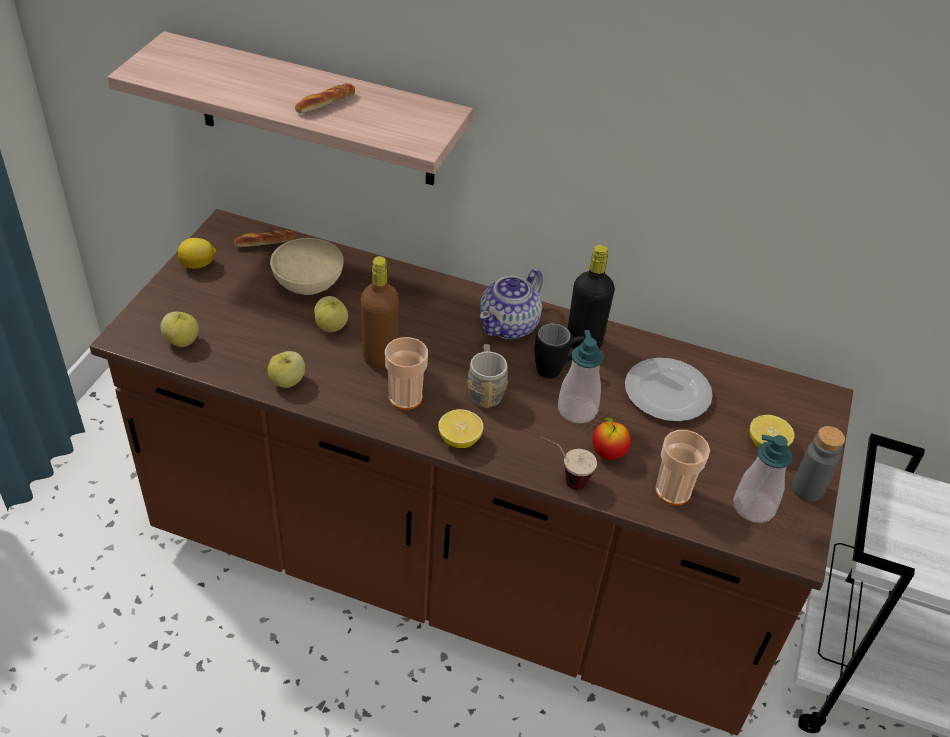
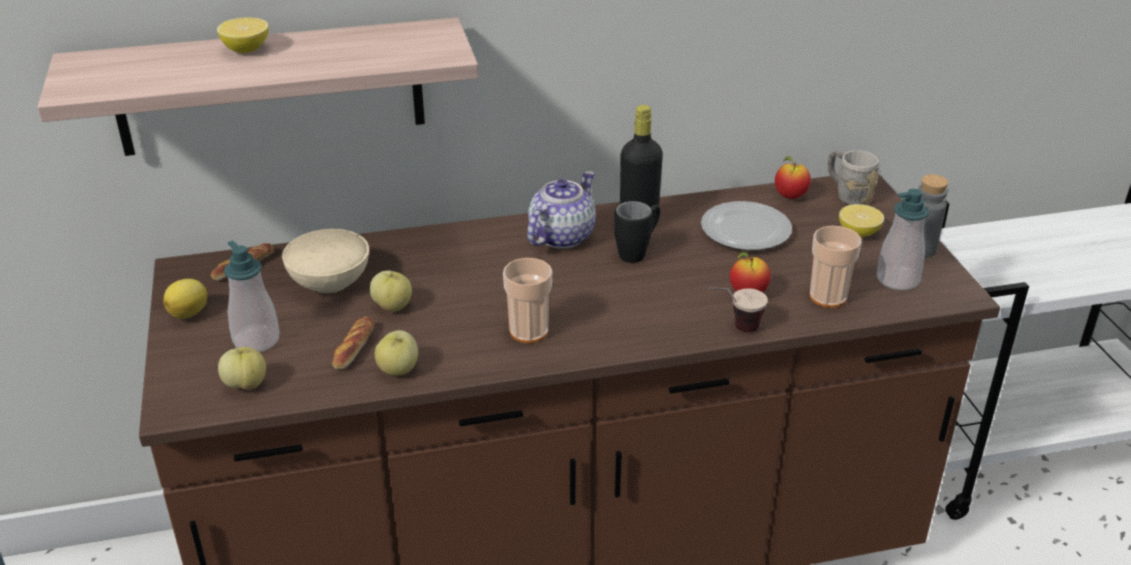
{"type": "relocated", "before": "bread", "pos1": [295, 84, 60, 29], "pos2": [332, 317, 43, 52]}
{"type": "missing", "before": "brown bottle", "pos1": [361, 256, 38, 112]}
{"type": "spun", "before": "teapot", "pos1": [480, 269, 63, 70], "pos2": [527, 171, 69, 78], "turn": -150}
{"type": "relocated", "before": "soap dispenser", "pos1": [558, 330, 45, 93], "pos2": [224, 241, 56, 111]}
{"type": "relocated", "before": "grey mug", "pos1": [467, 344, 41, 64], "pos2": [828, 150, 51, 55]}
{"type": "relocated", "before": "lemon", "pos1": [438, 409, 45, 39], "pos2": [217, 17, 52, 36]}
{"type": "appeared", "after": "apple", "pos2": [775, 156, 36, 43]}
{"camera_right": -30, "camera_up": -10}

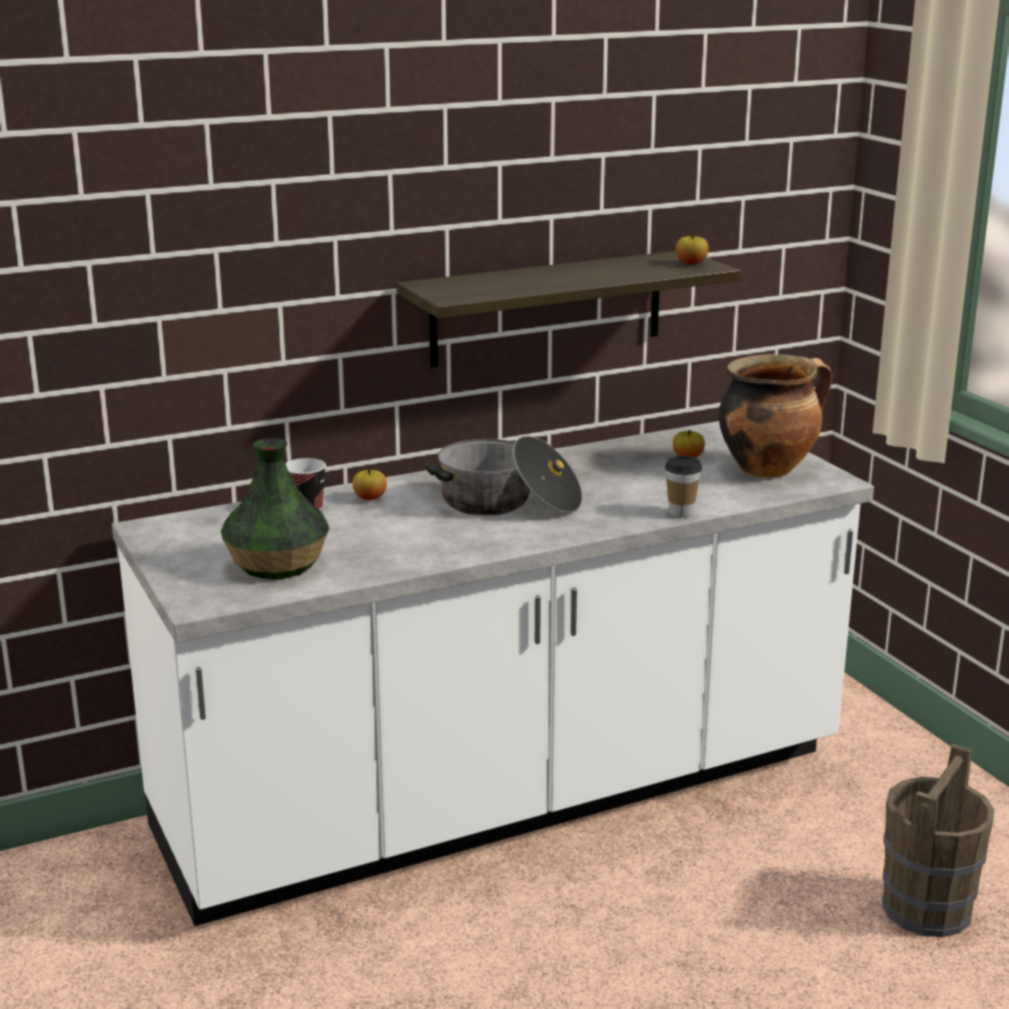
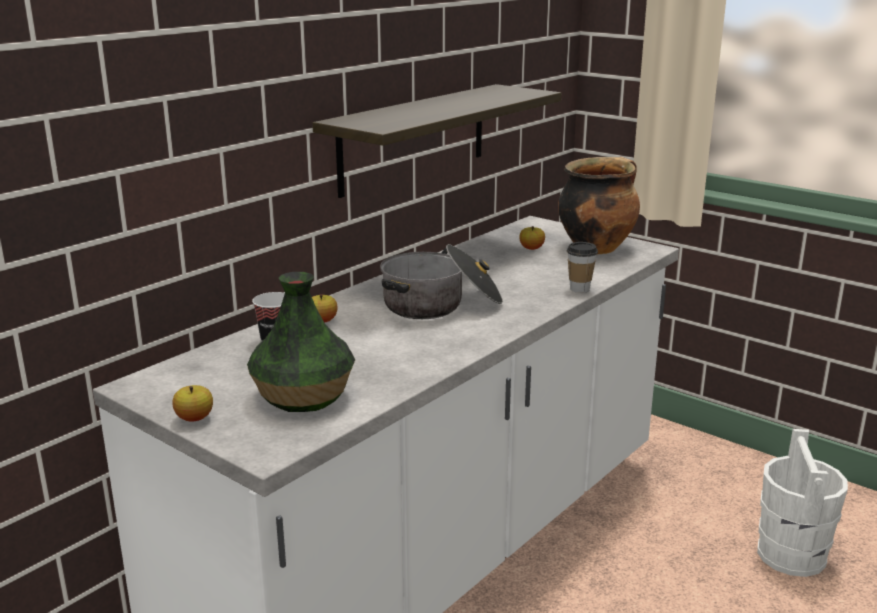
{"type": "relocated", "before": "apple", "pos1": [676, 234, 33, 30], "pos2": [172, 385, 41, 37]}
{"type": "colour", "before": "brown bucket", "after": "white bucket", "pos1": [882, 744, 113, 193], "pos2": [757, 429, 91, 148]}
{"camera_right": -25, "camera_up": 0}

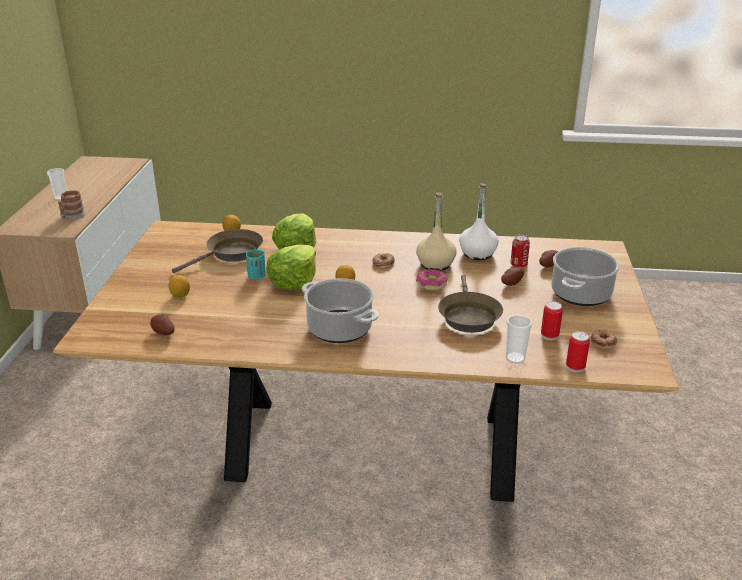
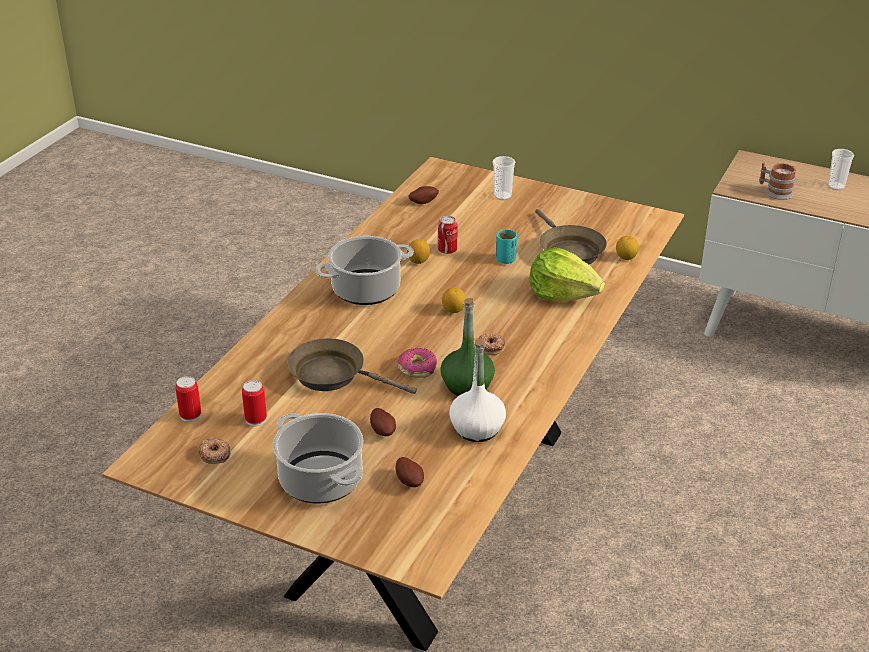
{"type": "colour", "before": "beige bottle", "after": "green bottle", "pos1": [416, 192, 40, 79], "pos2": [440, 298, 55, 98]}
{"type": "relocated", "before": "can", "pos1": [510, 234, 20, 34], "pos2": [438, 216, 19, 38]}
{"type": "missing", "before": "lettuce", "pos1": [266, 245, 50, 46]}
{"type": "relocated", "before": "lemon", "pos1": [169, 275, 21, 23], "pos2": [407, 239, 23, 25]}
{"type": "relocated", "before": "cup", "pos1": [506, 315, 26, 49], "pos2": [493, 156, 22, 44]}
{"camera_right": 110, "camera_up": 5}

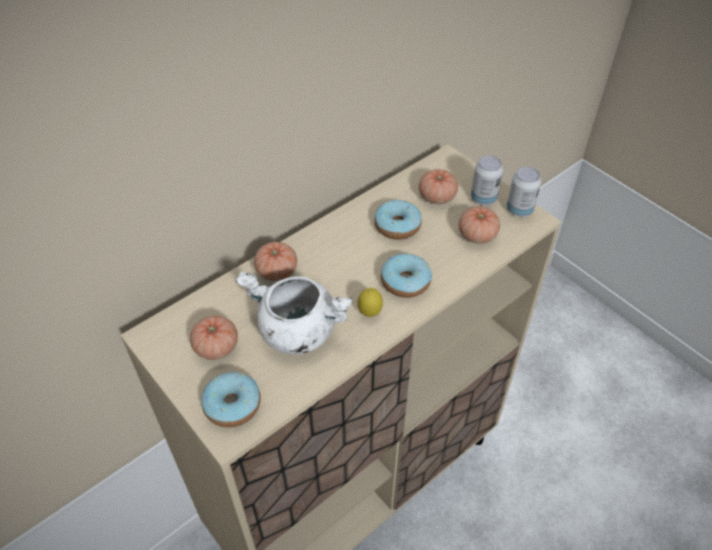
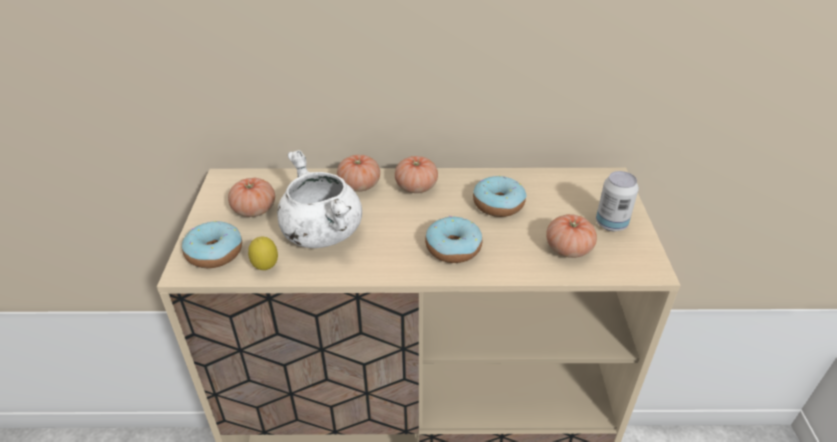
{"type": "missing", "before": "can", "pos1": [506, 167, 35, 50]}
{"type": "relocated", "before": "tomato", "pos1": [419, 169, 39, 35], "pos2": [395, 156, 43, 37]}
{"type": "relocated", "before": "lemon", "pos1": [358, 288, 25, 29], "pos2": [248, 237, 30, 33]}
{"camera_right": 40, "camera_up": -10}

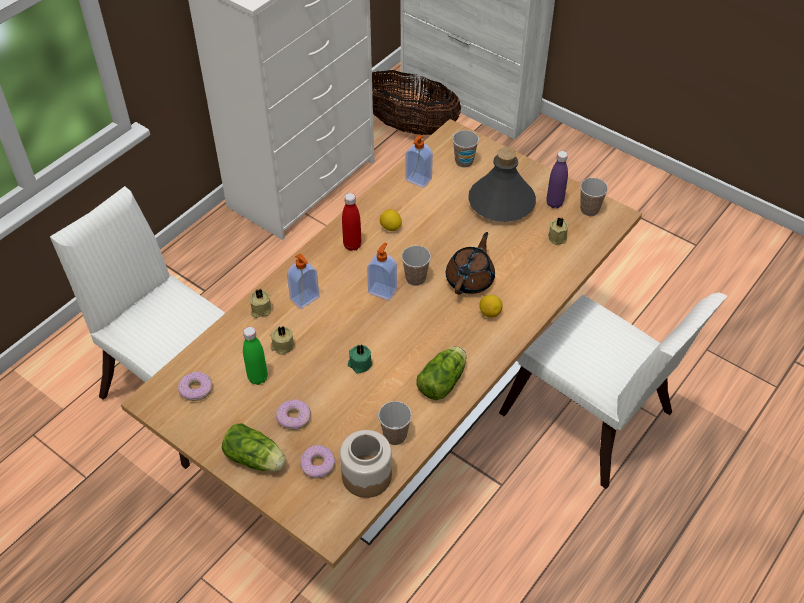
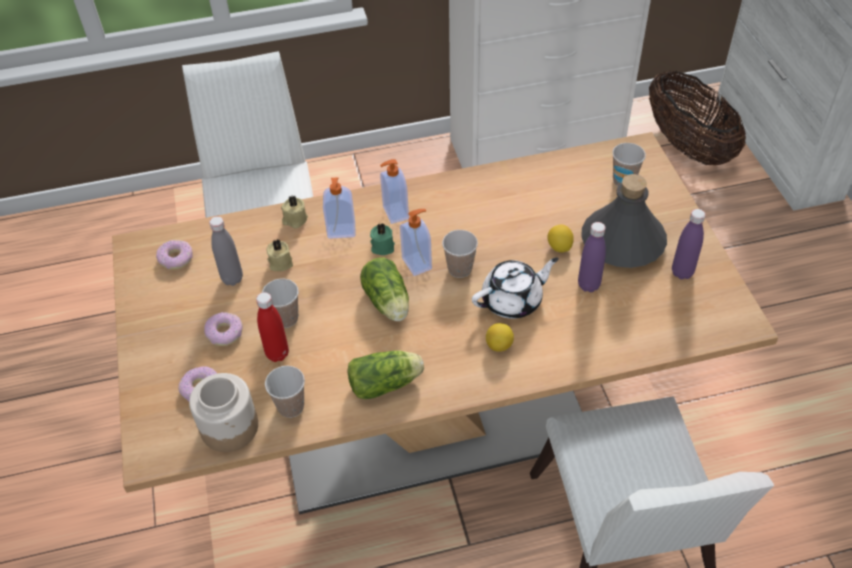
{"type": "relocated", "before": "soap dispenser", "pos1": [406, 135, 27, 53], "pos2": [380, 159, 29, 65]}
{"type": "relocated", "before": "cup", "pos1": [580, 178, 28, 38], "pos2": [262, 278, 37, 50]}
{"type": "relocated", "before": "red bottle", "pos1": [342, 193, 20, 58], "pos2": [256, 292, 33, 70]}
{"type": "relocated", "before": "lemon", "pos1": [380, 209, 22, 22], "pos2": [547, 224, 27, 29]}
{"type": "missing", "before": "beige candle", "pos1": [548, 217, 20, 28]}
{"type": "colour", "before": "brown teapot", "after": "white teapot", "pos1": [446, 232, 49, 63], "pos2": [472, 258, 87, 61]}
{"type": "colour", "before": "green bottle", "after": "grey bottle", "pos1": [243, 326, 25, 59], "pos2": [209, 216, 34, 70]}
{"type": "relocated", "before": "green candle", "pos1": [348, 344, 24, 29], "pos2": [370, 223, 25, 32]}
{"type": "relocated", "before": "lettuce", "pos1": [222, 423, 64, 49], "pos2": [360, 257, 49, 64]}
{"type": "appeared", "after": "purple bottle", "pos2": [578, 222, 28, 70]}
{"camera_right": 40, "camera_up": 0}

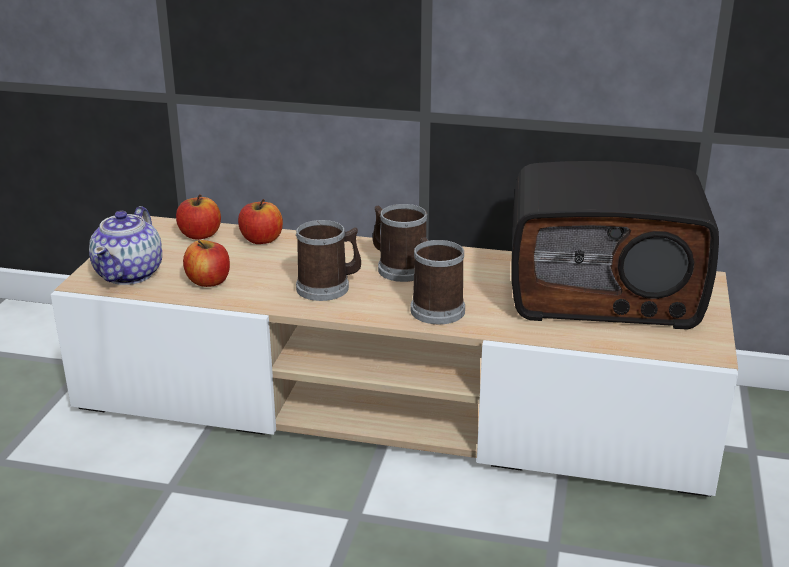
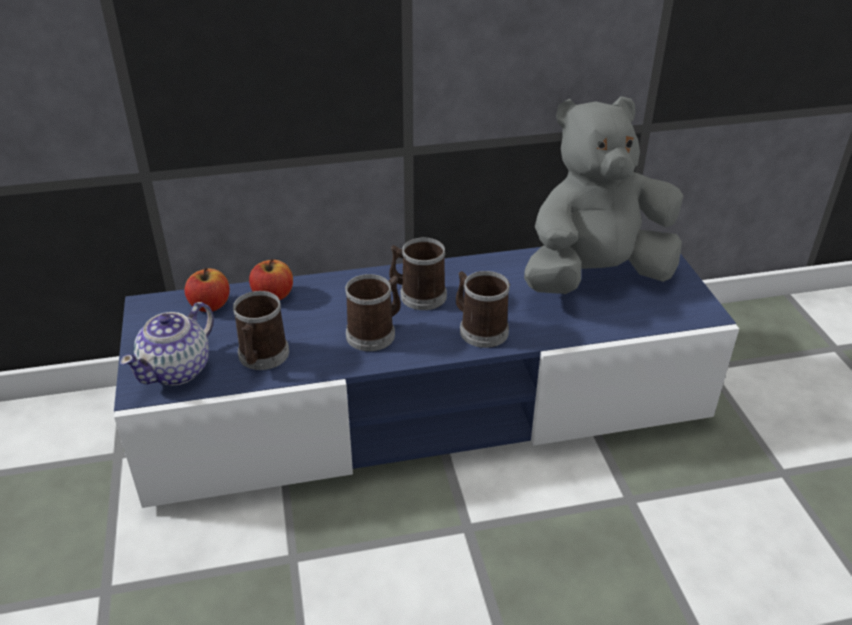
{"type": "exchanged", "before": "radio", "after": "grey plush toy", "pos1": [511, 161, 208, 169], "pos2": [524, 96, 159, 198]}
{"type": "spun", "before": "teapot", "pos1": [89, 206, 73, 79], "pos2": [120, 302, 94, 84], "turn": 45}
{"type": "colour", "before": "beige tv stand", "after": "blue tv stand", "pos1": [51, 215, 687, 282], "pos2": [114, 247, 625, 261]}
{"type": "exchanged", "before": "apple", "after": "mug", "pos1": [183, 240, 47, 47], "pos2": [233, 291, 56, 79]}
{"camera_right": -25, "camera_up": 10}

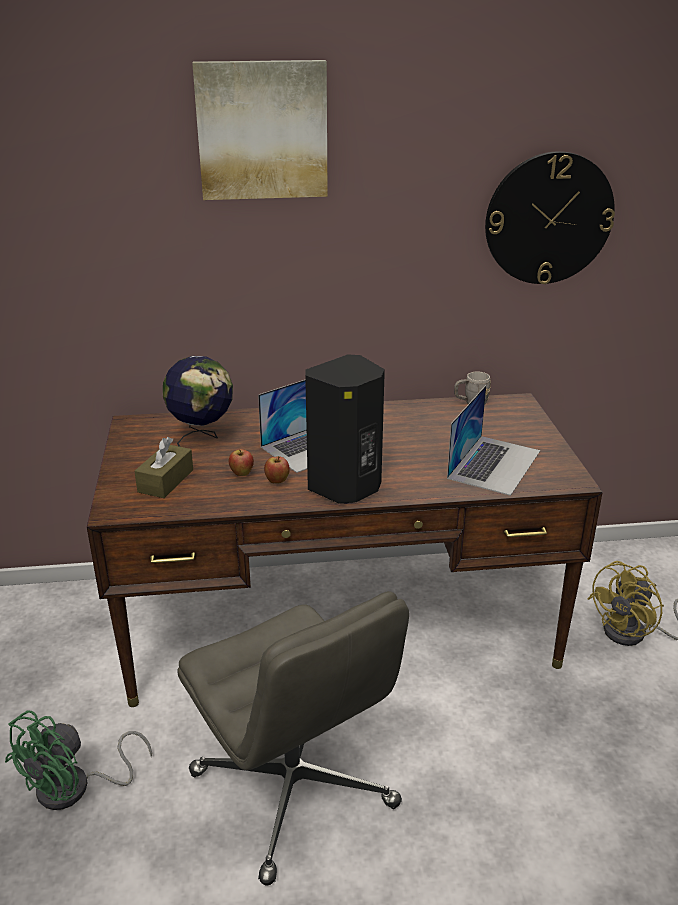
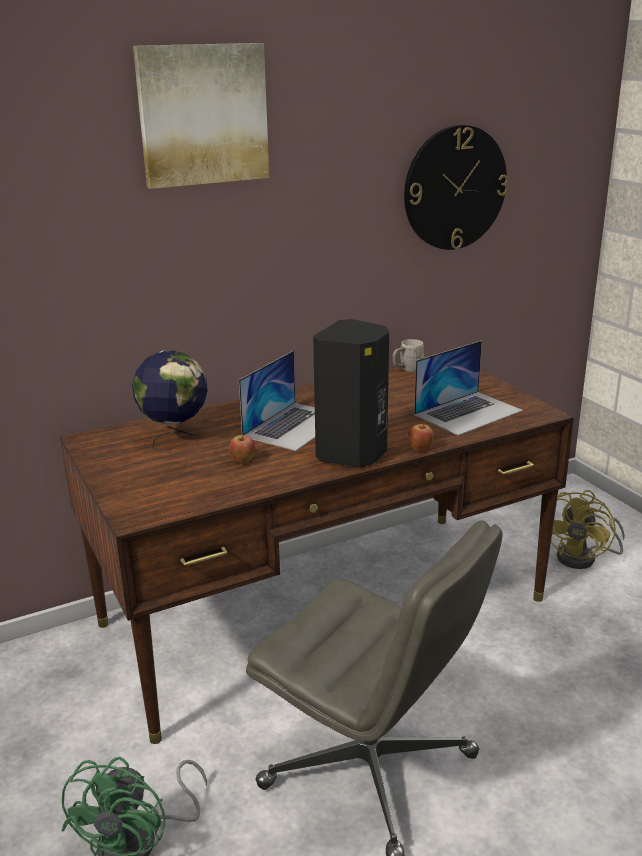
{"type": "spun", "before": "laptop", "pos1": [447, 385, 93, 111], "pos2": [414, 341, 109, 95], "turn": 45}
{"type": "missing", "before": "brown tissue box", "pos1": [135, 437, 58, 61]}
{"type": "relocated", "before": "apple", "pos1": [264, 456, 26, 27], "pos2": [408, 422, 26, 29]}
{"camera_right": -20, "camera_up": -5}

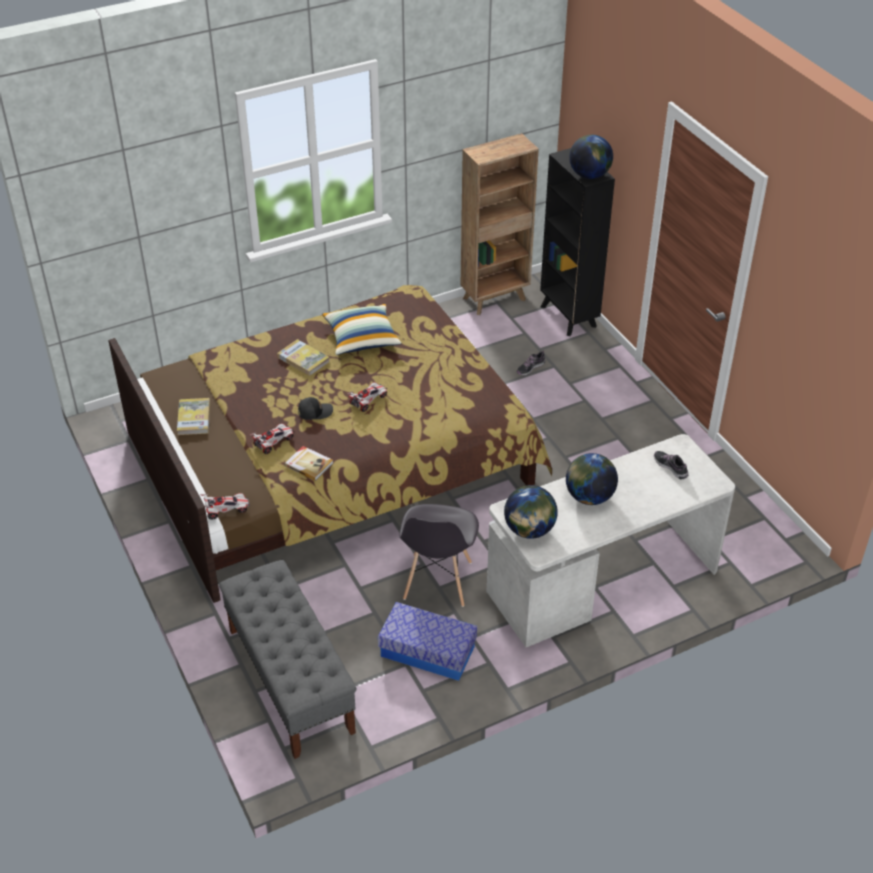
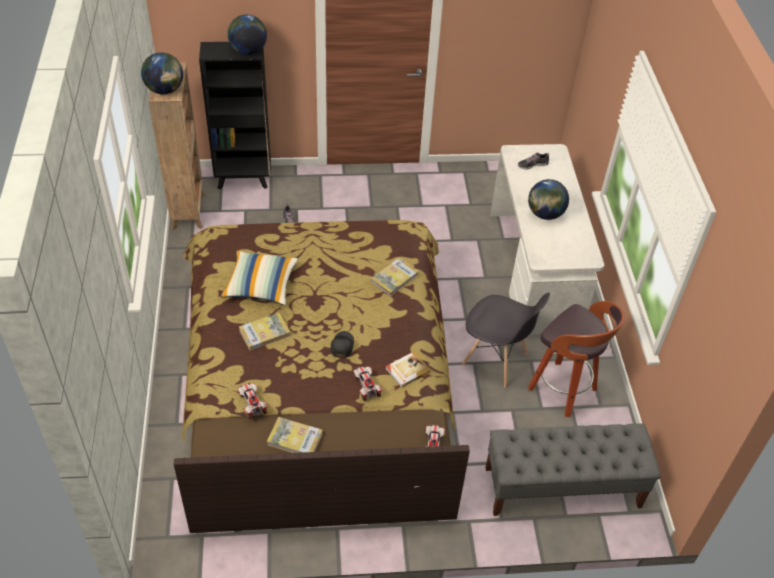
{"type": "relocated", "before": "toy car", "pos1": [347, 382, 40, 30], "pos2": [238, 383, 30, 36]}
{"type": "relocated", "before": "globe", "pos1": [504, 485, 54, 54], "pos2": [141, 52, 42, 42]}
{"type": "exchanged", "before": "storage box", "after": "stool", "pos1": [378, 602, 99, 79], "pos2": [528, 301, 96, 116]}
{"type": "appeared", "after": "book", "pos2": [371, 258, 48, 38]}
{"camera_right": -70, "camera_up": 5}

